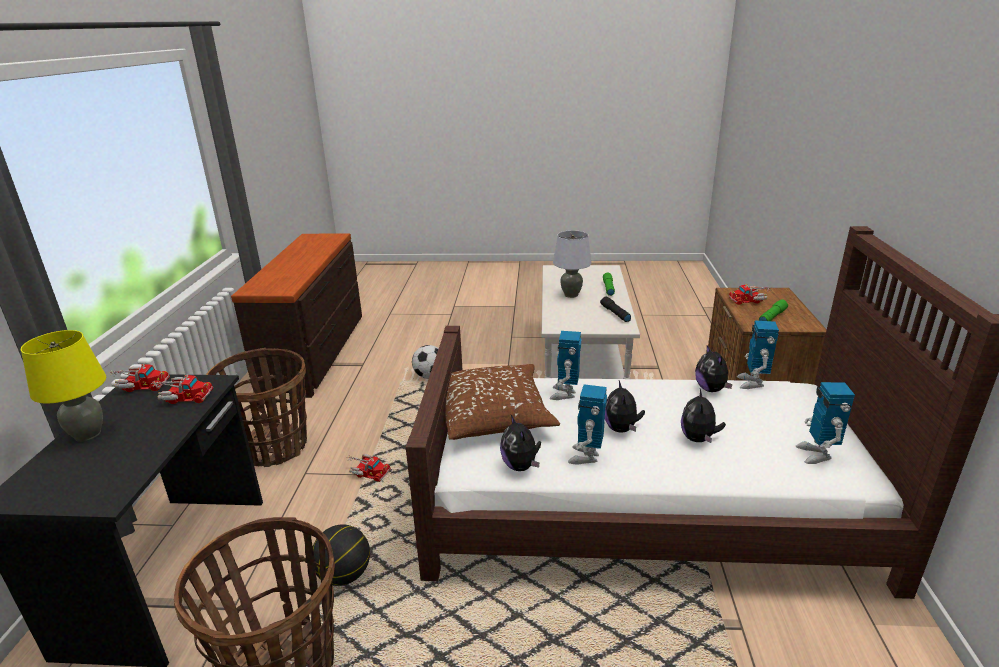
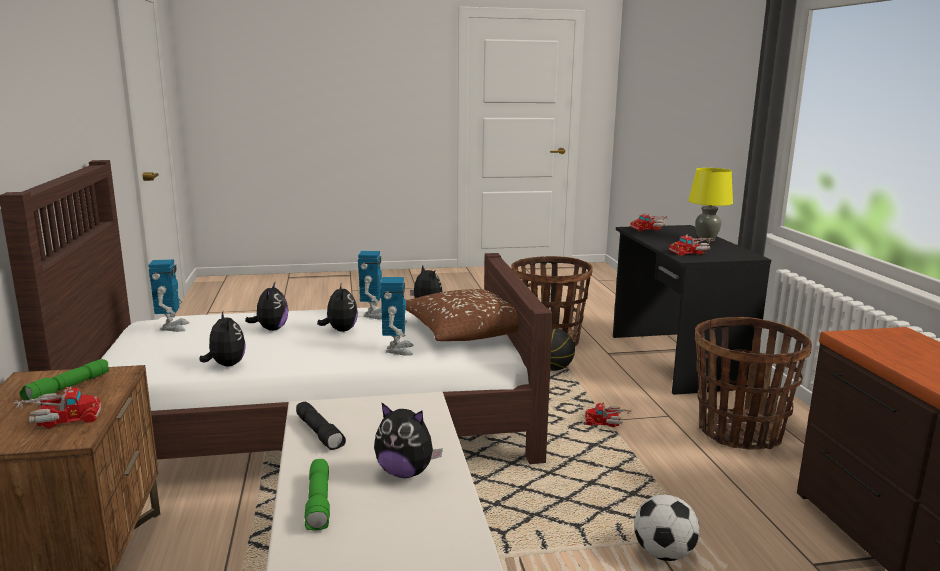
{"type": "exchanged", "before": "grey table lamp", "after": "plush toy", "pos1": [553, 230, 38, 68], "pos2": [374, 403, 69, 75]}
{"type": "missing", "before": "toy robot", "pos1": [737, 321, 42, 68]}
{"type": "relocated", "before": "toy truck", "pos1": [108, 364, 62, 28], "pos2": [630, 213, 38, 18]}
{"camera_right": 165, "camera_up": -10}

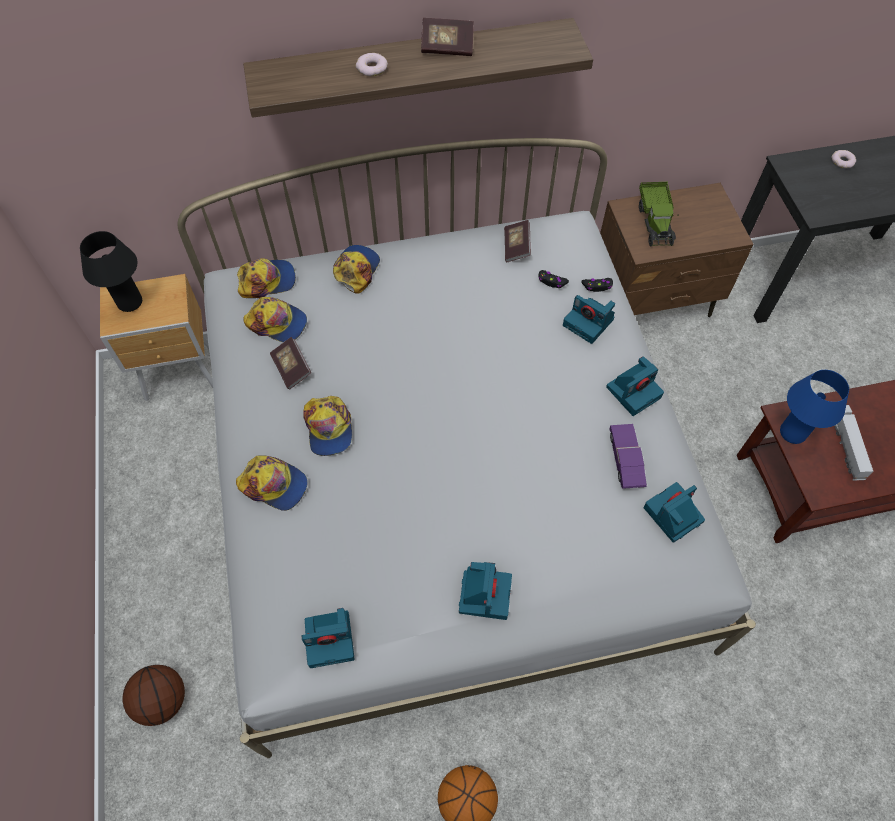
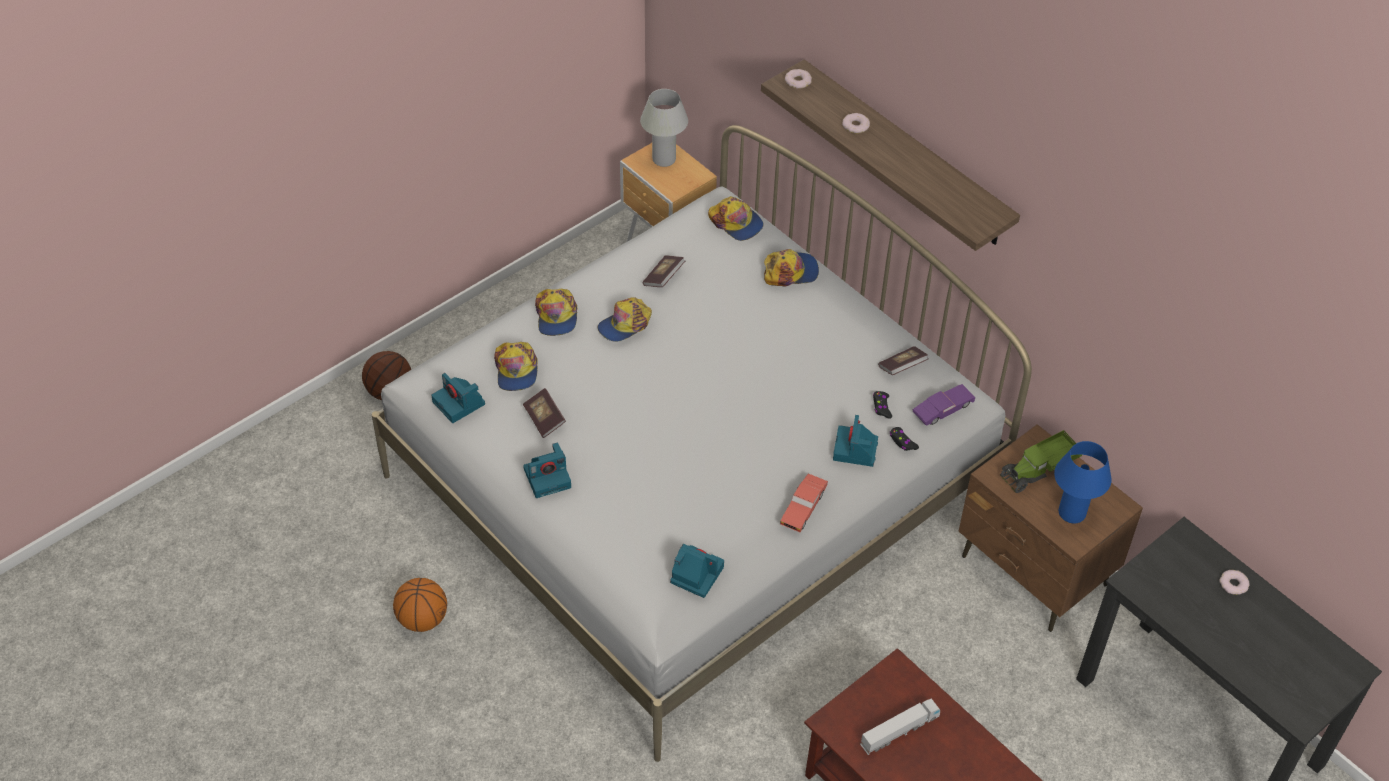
{"type": "relocated", "before": "book", "pos1": [421, 18, 53, 38], "pos2": [523, 388, 43, 50]}
{"type": "colour", "before": "black table lamp", "after": "white table lamp", "pos1": [80, 231, 62, 81], "pos2": [640, 89, 48, 78]}
{"type": "relocated", "before": "cap", "pos1": [243, 297, 64, 45], "pos2": [494, 342, 44, 49]}
{"type": "exchanged", "before": "photo camera", "after": "red toy car", "pos1": [606, 356, 58, 60], "pos2": [780, 473, 48, 59]}
{"type": "relocated", "before": "blue table lamp", "pos1": [780, 370, 69, 74], "pos2": [1054, 441, 58, 83]}
{"type": "relocated", "before": "purple toy car", "pos1": [609, 424, 38, 65], "pos2": [912, 384, 63, 42]}
{"type": "appeared", "after": "donut", "pos2": [785, 69, 27, 20]}
{"camera_right": 60, "camera_up": -10}

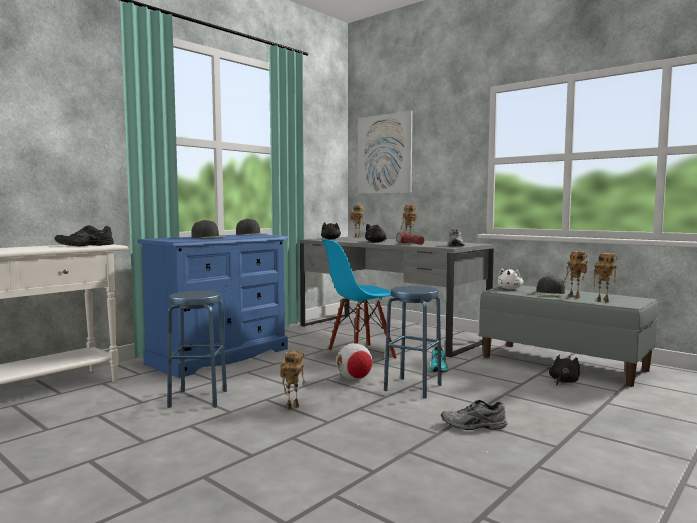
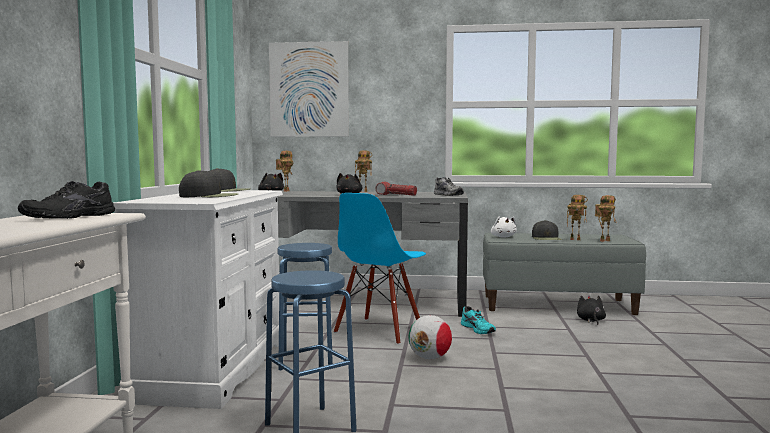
{"type": "colour", "before": "blue dresser", "after": "white dresser", "pos1": [137, 235, 151, 143], "pos2": [113, 190, 170, 219]}
{"type": "relocated", "before": "blue stool", "pos1": [384, 286, 58, 113], "pos2": [277, 243, 56, 127]}
{"type": "missing", "before": "toy robot", "pos1": [280, 350, 26, 60]}
{"type": "missing", "before": "grey shoe", "pos1": [441, 400, 66, 30]}
{"camera_right": -35, "camera_up": 0}

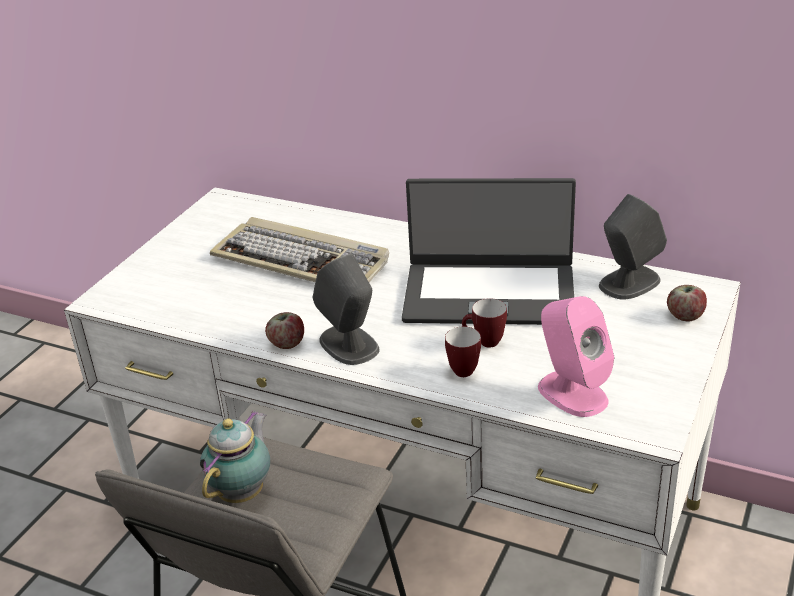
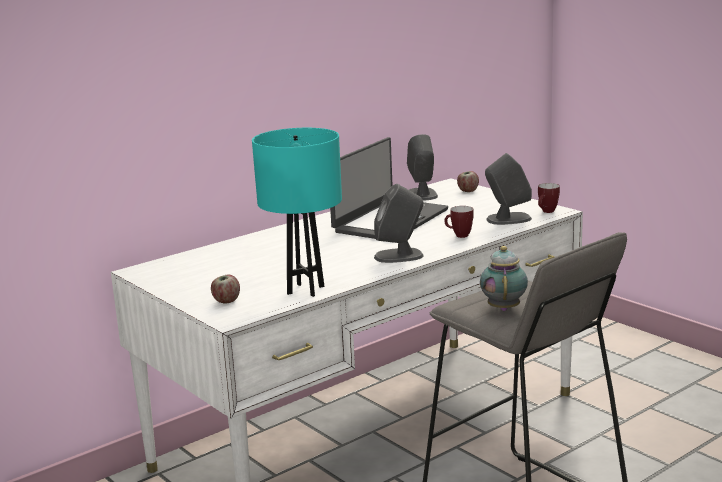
{"type": "missing", "before": "keyboard", "pos1": [210, 217, 179, 65]}
{"type": "colour", "before": "pink speaker", "after": "grey speaker", "pos1": [538, 296, 76, 121], "pos2": [485, 153, 47, 72]}
{"type": "relocated", "before": "mug", "pos1": [462, 298, 45, 50], "pos2": [538, 183, 22, 30]}
{"type": "relocated", "before": "apple", "pos1": [265, 312, 39, 37], "pos2": [211, 274, 29, 29]}
{"type": "spun", "before": "teapot", "pos1": [200, 411, 70, 92], "pos2": [480, 246, 48, 65], "turn": 45}
{"type": "appeared", "after": "turquoise table lamp", "pos2": [252, 128, 90, 169]}
{"camera_right": -65, "camera_up": -15}

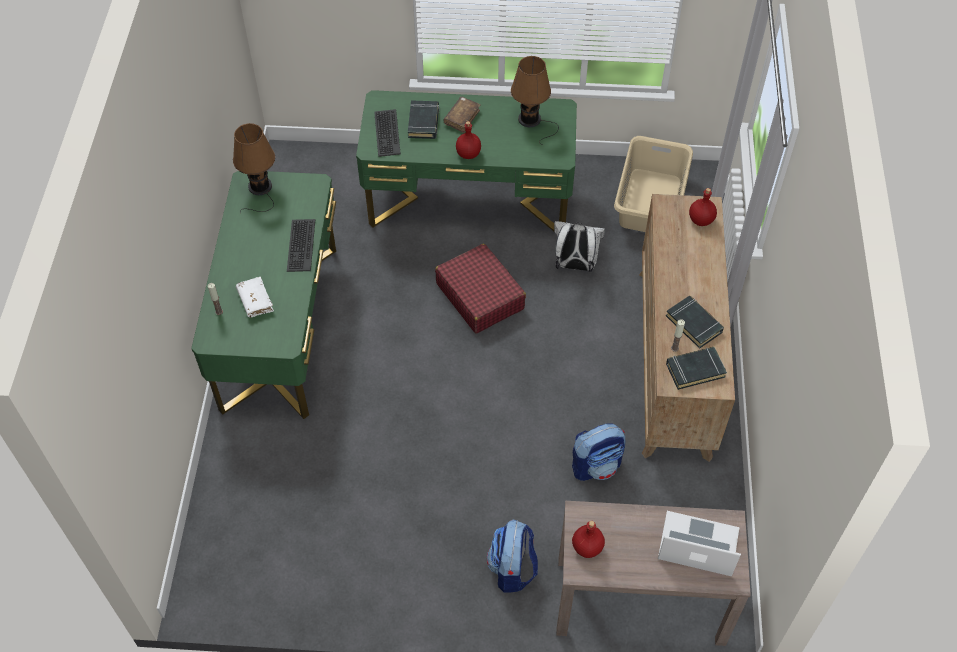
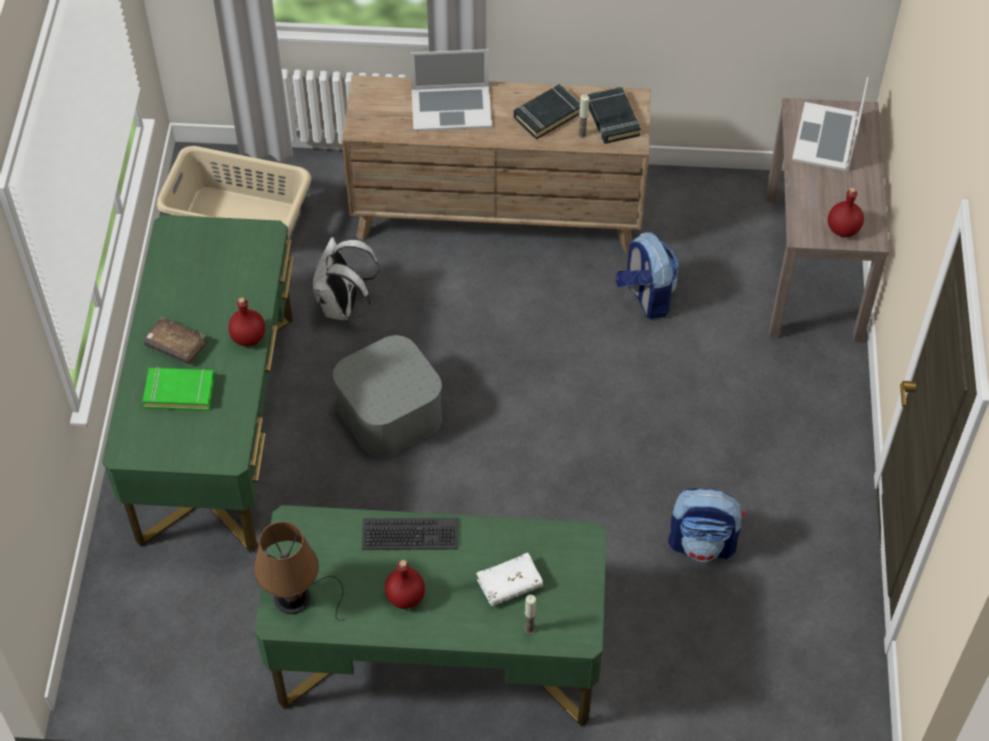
{"type": "missing", "before": "brown table lamp", "pos1": [511, 56, 48, 89]}
{"type": "colour", "before": "black book", "after": "green book", "pos1": [408, 100, 31, 39], "pos2": [143, 367, 72, 44]}
{"type": "missing", "before": "keyboard", "pos1": [374, 109, 27, 48]}
{"type": "relocated", "before": "red bottle", "pos1": [689, 188, 28, 38], "pos2": [385, 560, 40, 49]}
{"type": "exchanged", "before": "red suitcase", "after": "grey storage box", "pos1": [435, 243, 91, 91], "pos2": [333, 335, 109, 122]}
{"type": "relocated", "before": "backpack", "pos1": [487, 519, 51, 74], "pos2": [668, 488, 76, 74]}
{"type": "appeared", "after": "laptop", "pos2": [410, 49, 82, 82]}
{"camera_right": -90, "camera_up": 0}

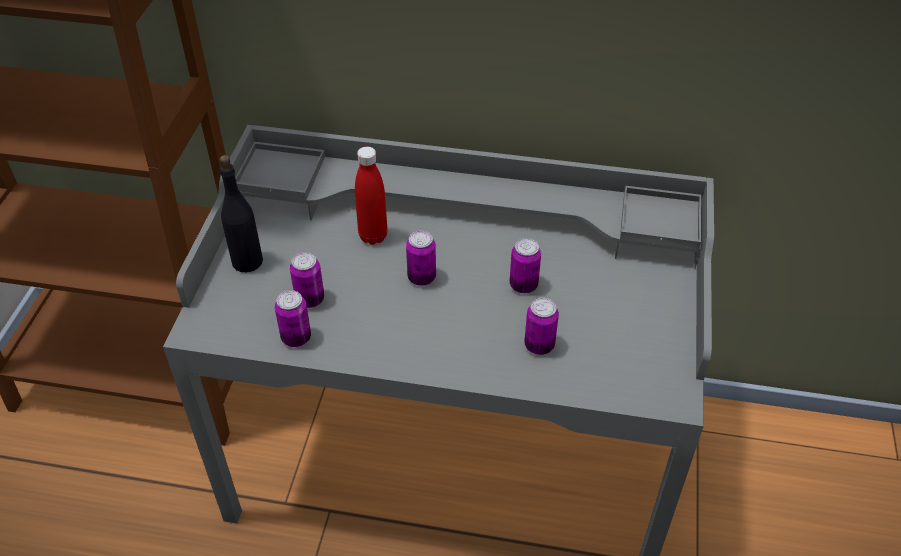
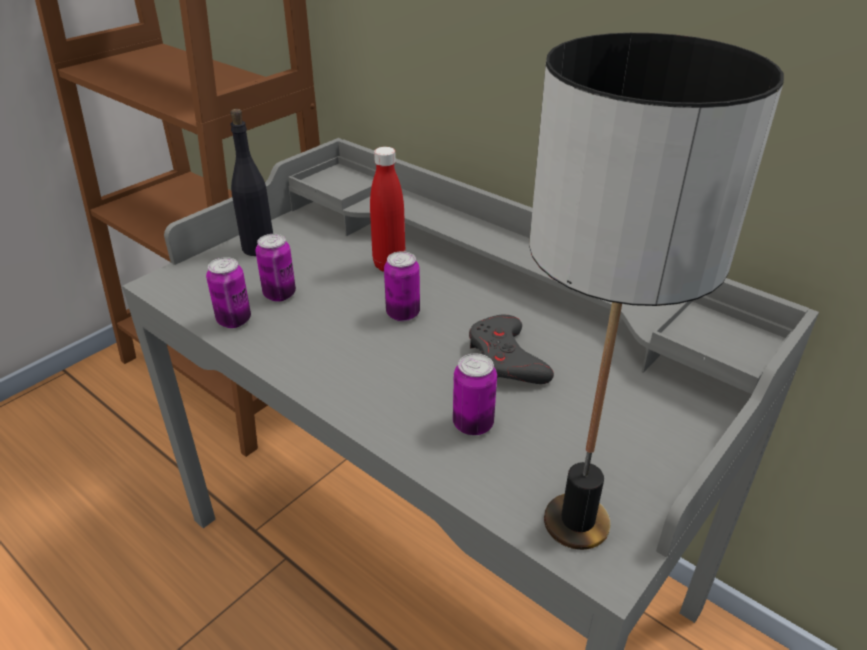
{"type": "exchanged", "before": "can", "after": "grey game controller", "pos1": [510, 238, 31, 55], "pos2": [469, 314, 85, 70]}
{"type": "appeared", "after": "table lamp", "pos2": [529, 33, 255, 517]}
{"camera_right": 30, "camera_up": -10}

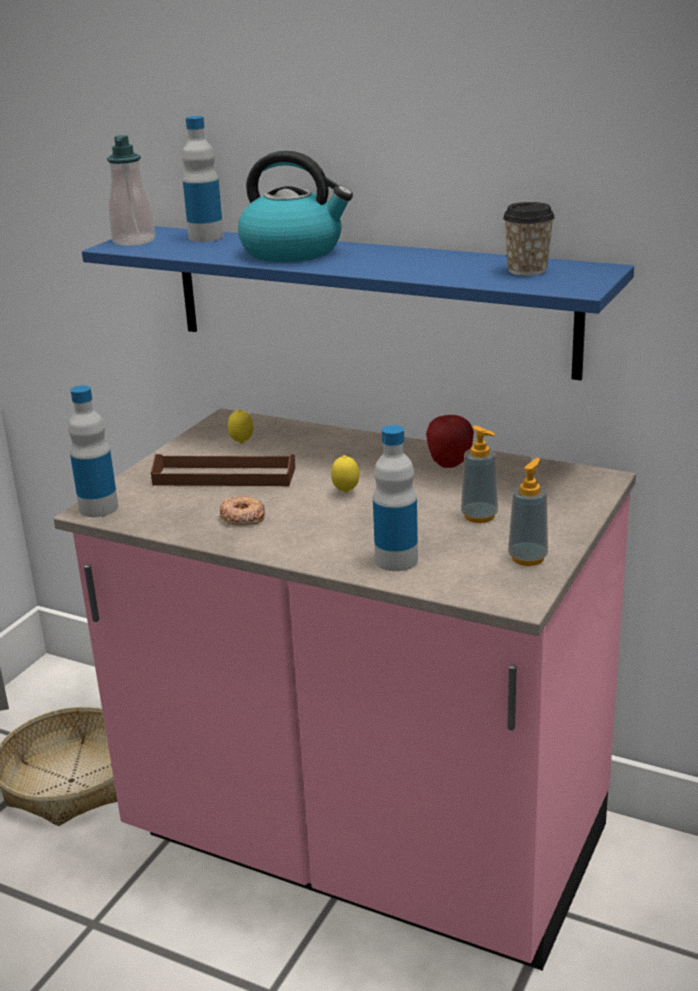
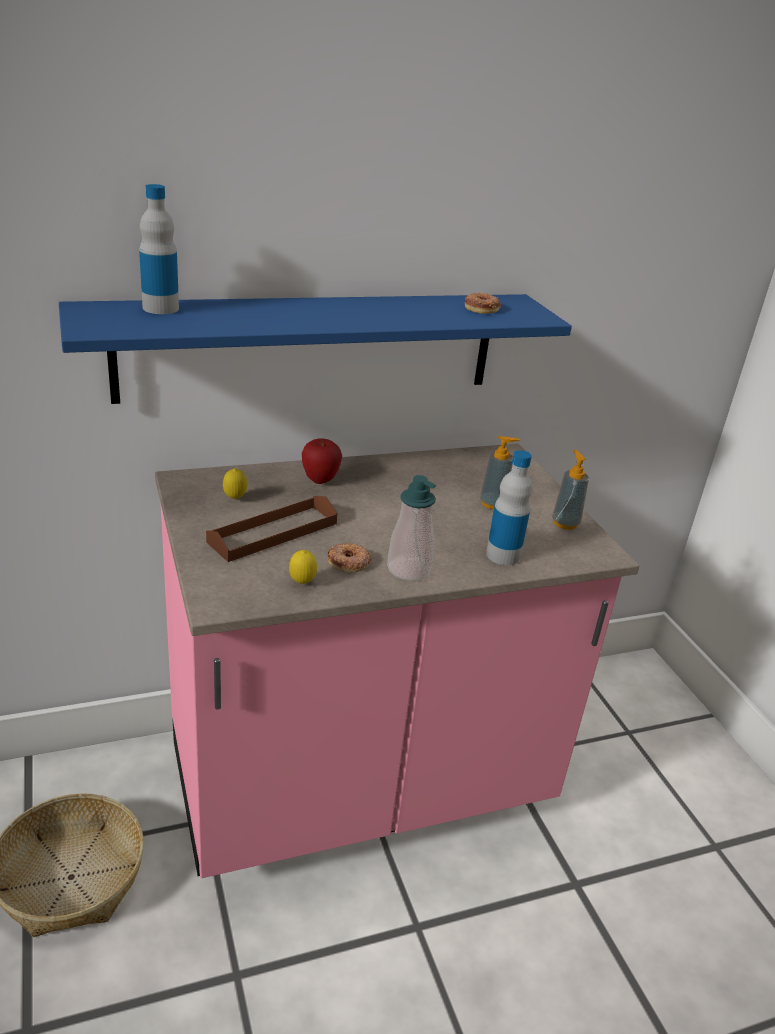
{"type": "relocated", "before": "soap dispenser", "pos1": [107, 135, 48, 111], "pos2": [387, 475, 49, 106]}
{"type": "missing", "before": "kettle", "pos1": [238, 151, 115, 111]}
{"type": "exchanged", "before": "cup", "after": "donut", "pos1": [503, 202, 52, 74], "pos2": [465, 293, 36, 21]}
{"type": "missing", "before": "bottle", "pos1": [68, 385, 50, 132]}
{"type": "relocated", "before": "apple", "pos1": [426, 415, 48, 53], "pos2": [302, 439, 40, 45]}
{"type": "relocated", "before": "lemon", "pos1": [331, 455, 28, 38], "pos2": [289, 550, 28, 34]}
{"camera_right": -50, "camera_up": 5}

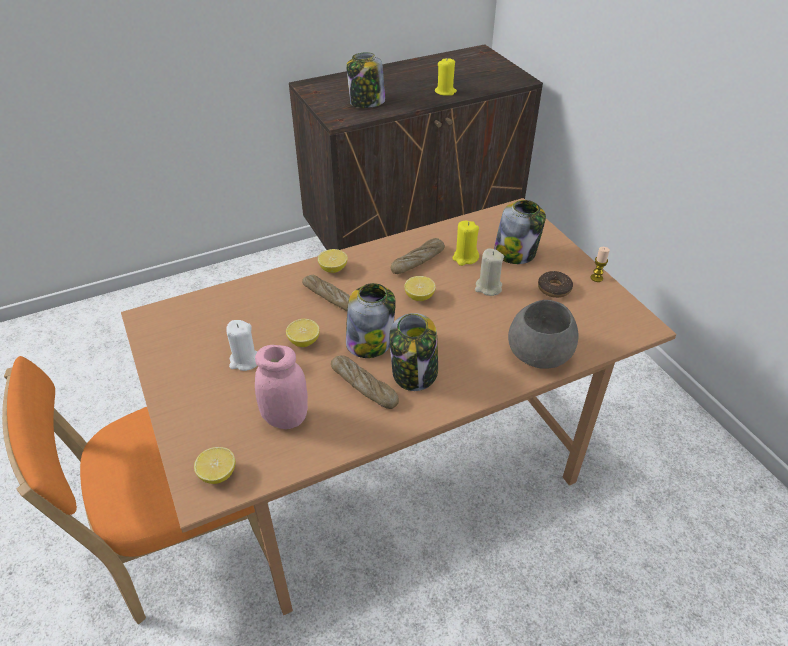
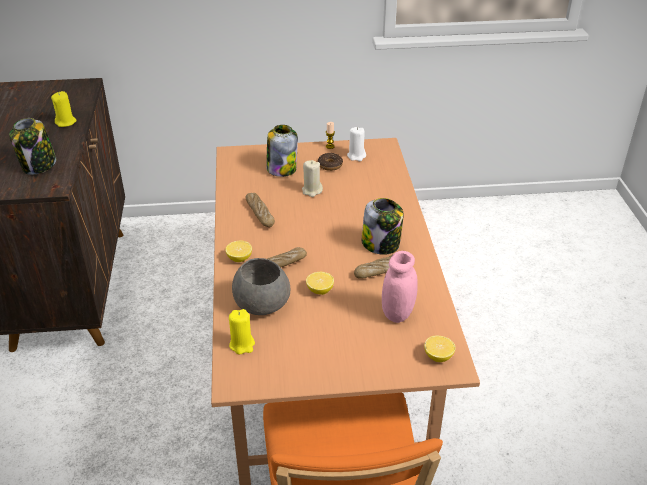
{"type": "relocated", "before": "yellow candle", "pos1": [452, 221, 27, 45], "pos2": [229, 309, 26, 45]}
{"type": "missing", "before": "lemon", "pos1": [404, 276, 32, 25]}
{"type": "missing", "before": "jar", "pos1": [346, 283, 50, 75]}
{"type": "relocated", "before": "grey bowl", "pos1": [508, 300, 70, 69], "pos2": [232, 258, 58, 57]}
{"type": "relocated", "before": "white candle", "pos1": [226, 320, 32, 51], "pos2": [347, 127, 19, 34]}
{"camera_right": -70, "camera_up": -5}

